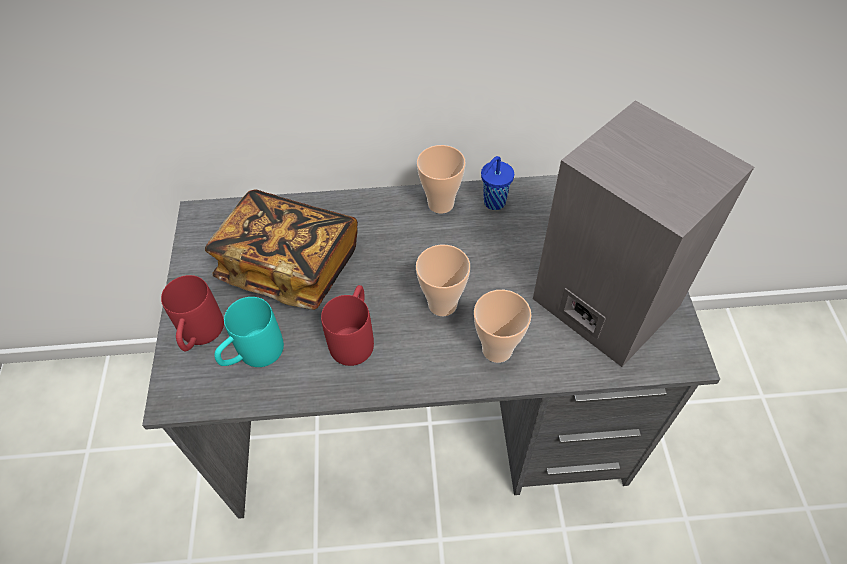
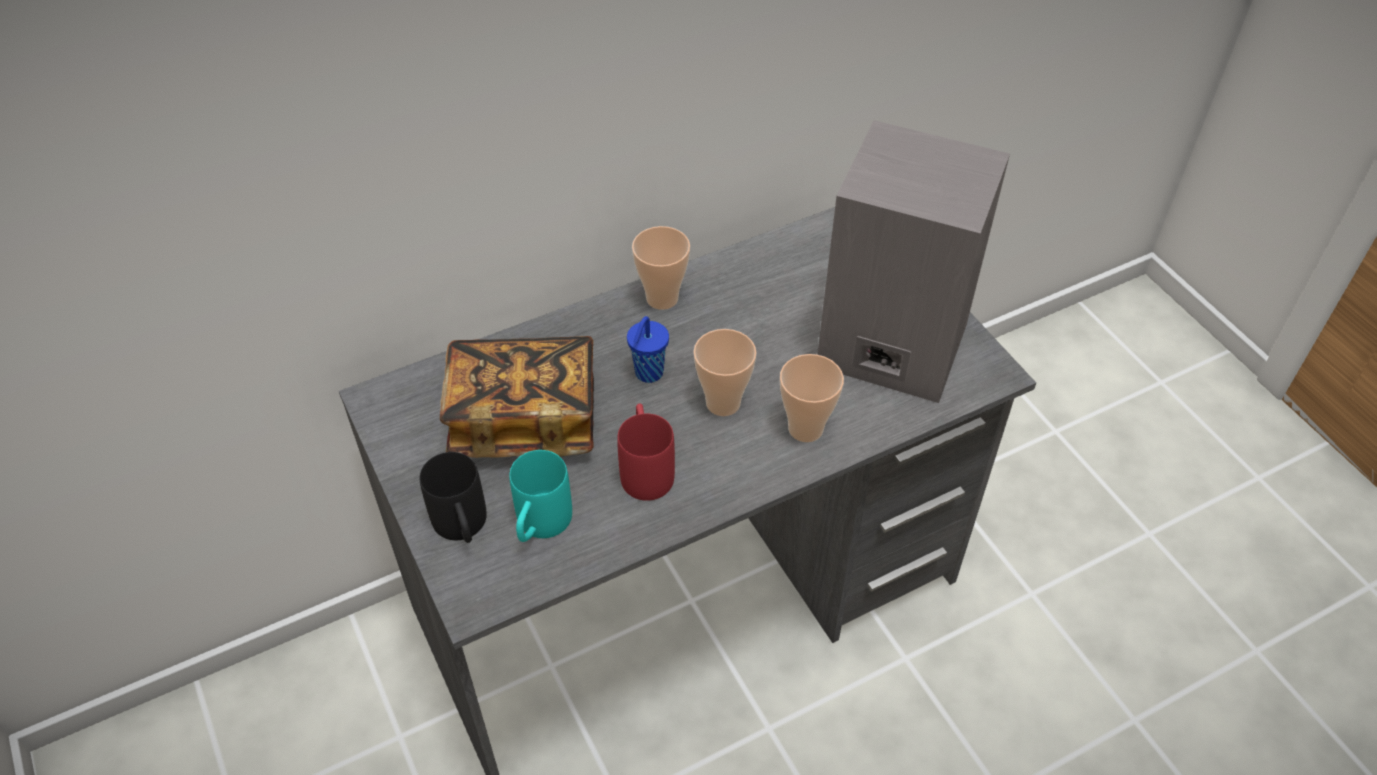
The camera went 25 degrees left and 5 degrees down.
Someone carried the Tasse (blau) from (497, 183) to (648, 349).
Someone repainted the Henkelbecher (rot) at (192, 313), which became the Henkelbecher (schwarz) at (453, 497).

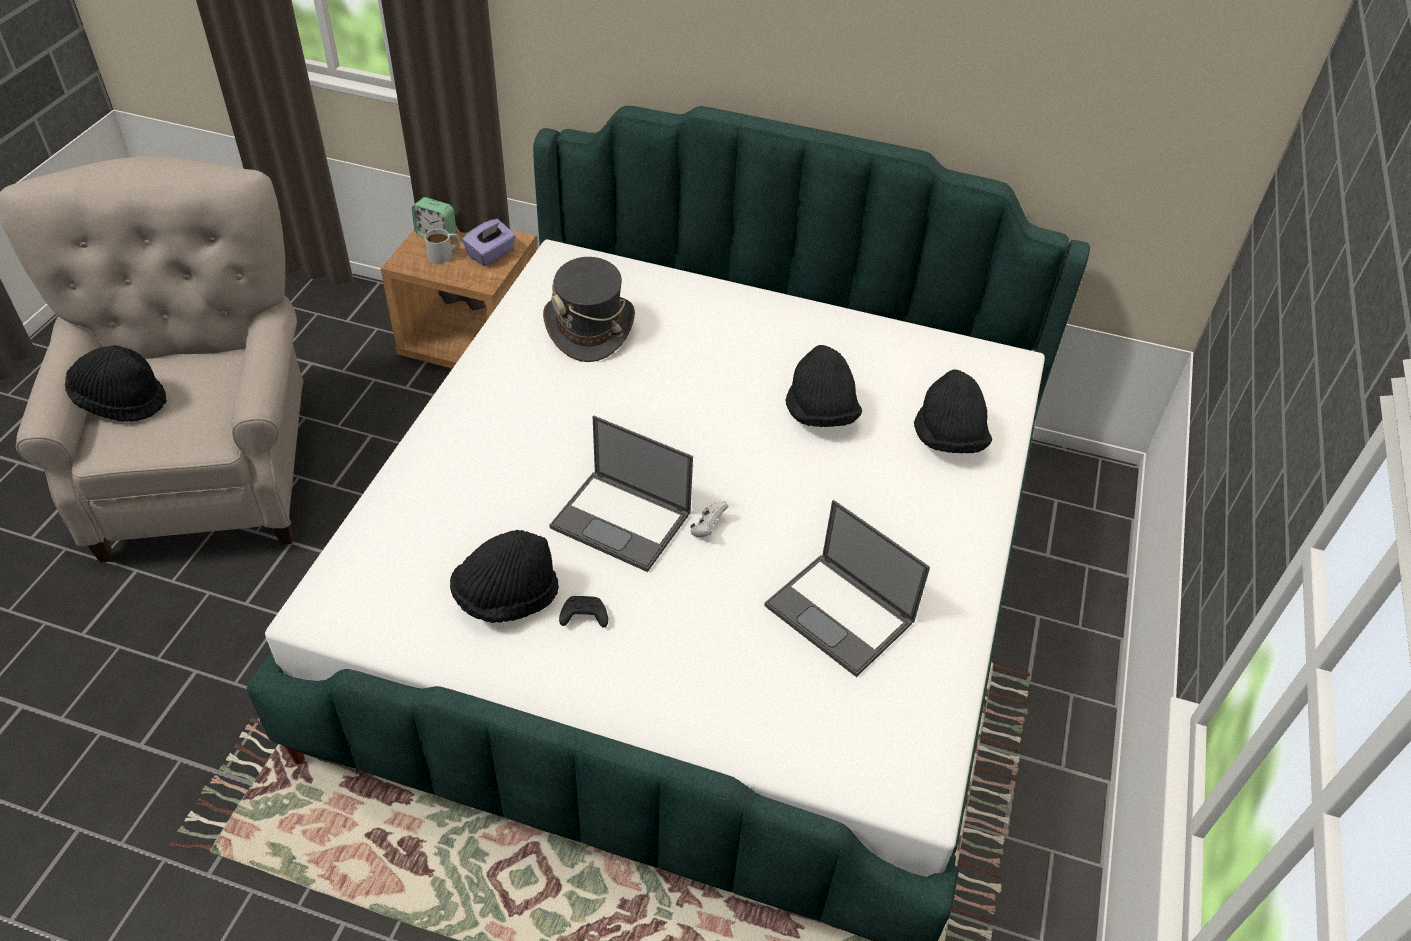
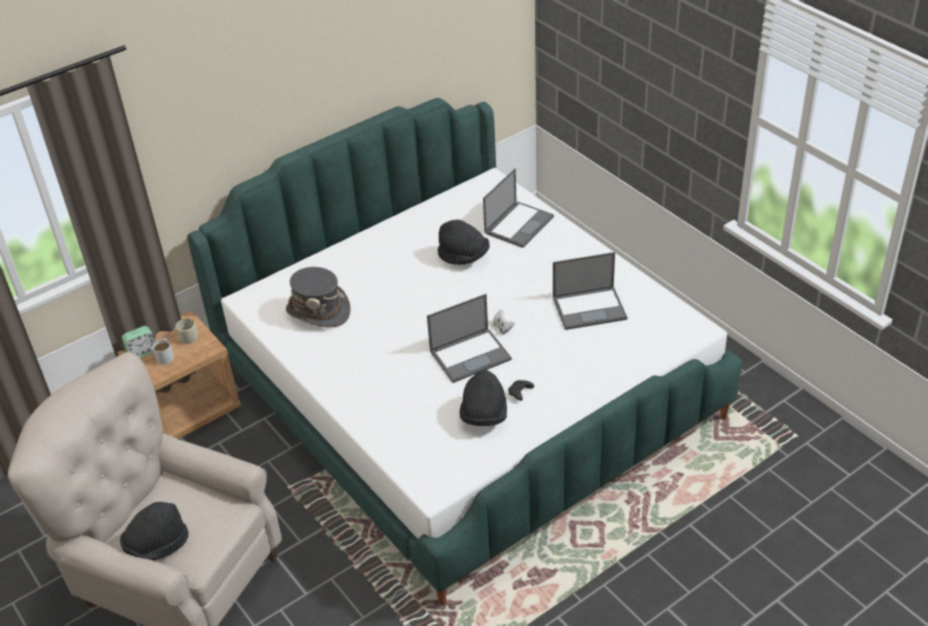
The camera went 50 degrees left and 5 degrees down.
Someone swapped the Taschentuchbox (lila) at (489, 242) for the Henkelbecher (beige) at (187, 331).
Someone swapped the Hut (schwarz) at (953, 411) for the Laptop at (518, 208).

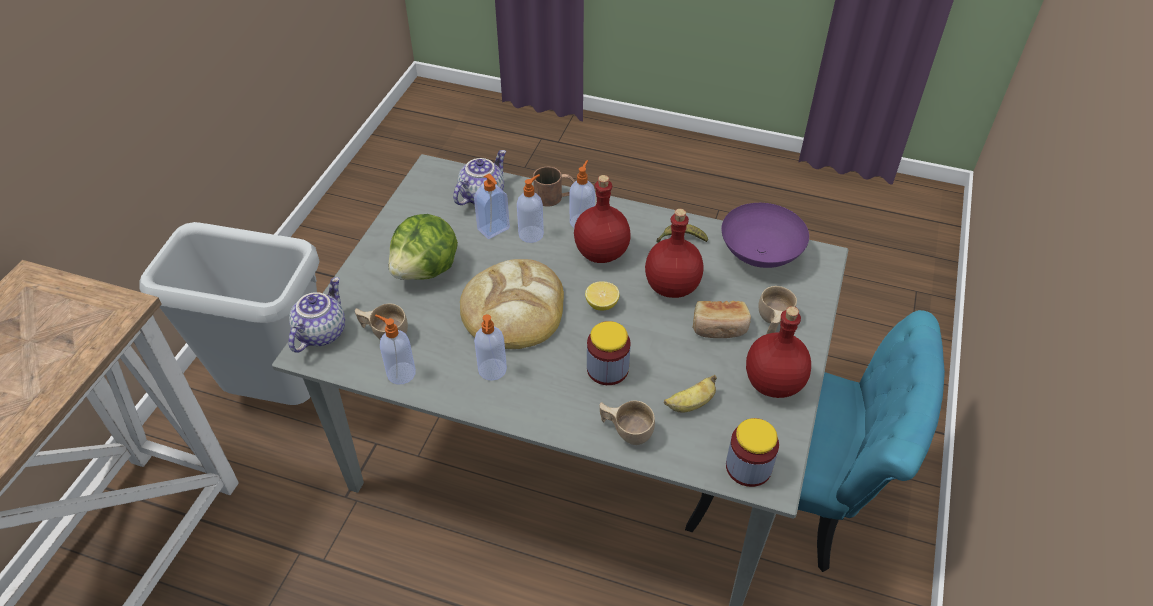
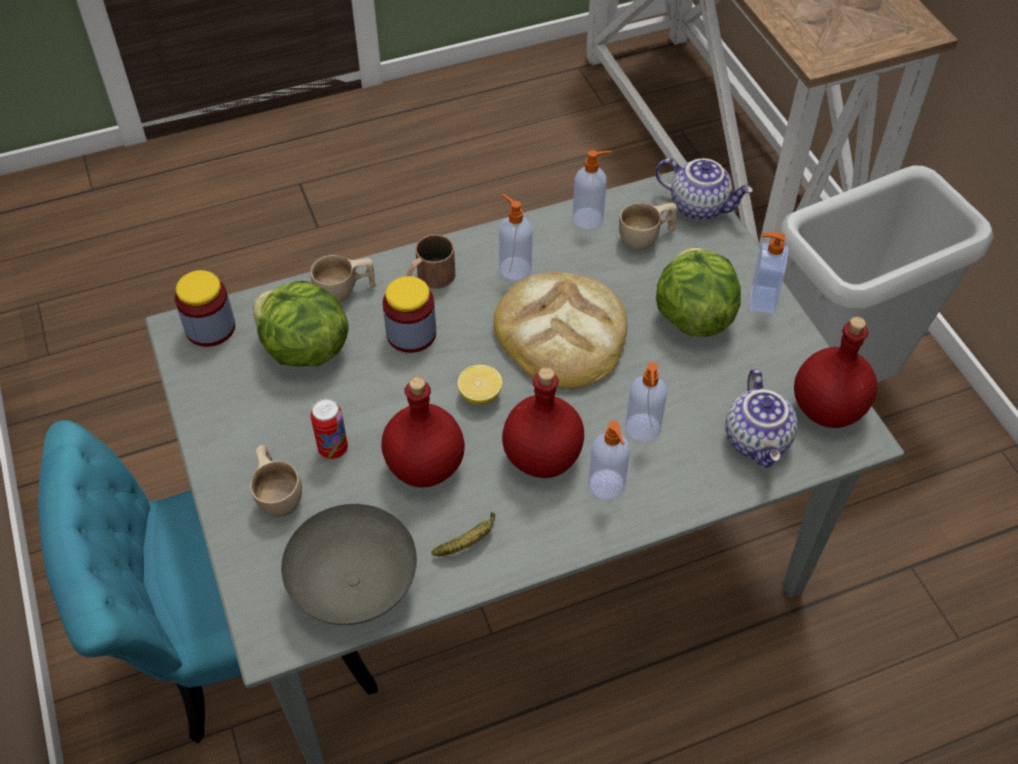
The camera went 140 degrees right and 5 degrees up.
Someone carried the Henkelbecher (braun) from (554, 187) to (430, 261).
Someone carried the Seifenspender from (492, 206) to (768, 273).
Someone repainted the Schüssel (lila) at (765, 235), which became the Schüssel (grau) at (349, 564).
Someone rotated the Teekanne at (317, 314) by 45 degrees counterclockwise.
Someone swapped the Brot at (722, 319) for the Dose at (329, 428).
Someone carried the Flasche (rot) from (778, 352) to (835, 372).
Someone swapped the Banane at (690, 394) for the Salatkopf at (300, 323).

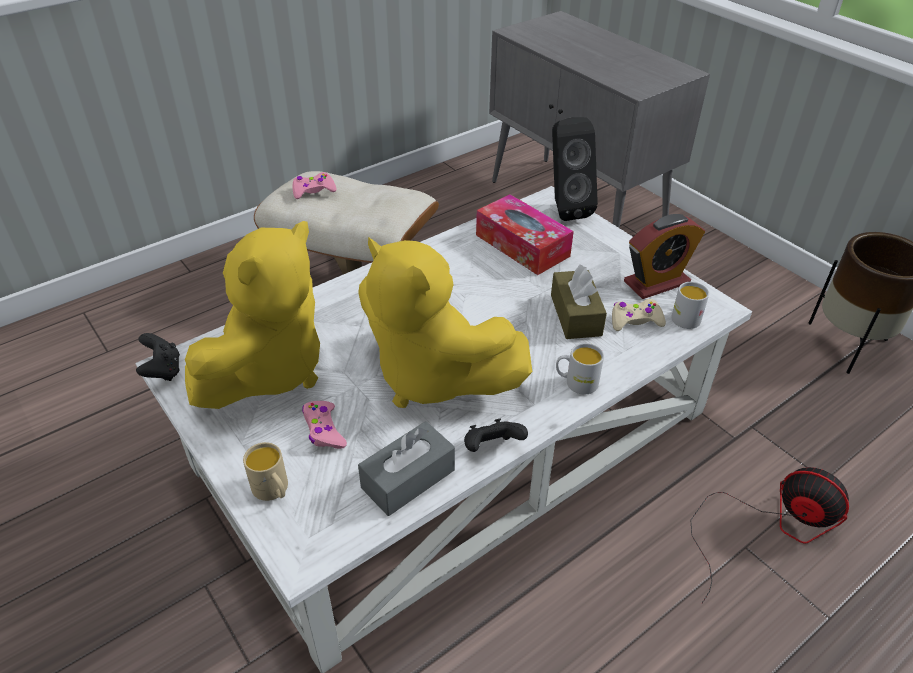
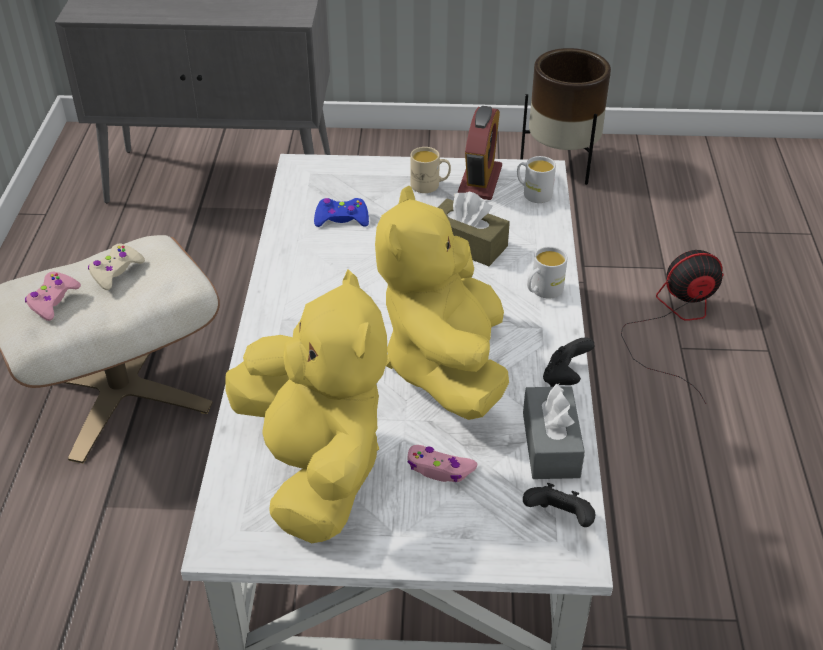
The camera went 50 degrees left and 0 degrees up.
Someone took away the Lautsprecher (schwarz) at (575, 169).
Someone swapped the Taschentuchbox at (525, 234) for the Gamepad (blau) at (341, 212).
Someone rotated the Plüschtier (gelb) at (445, 322) by 105 degrees clockwise.
Someone carried the Gamepad (beige) from (639, 315) to (116, 266).
Someone carried the Gamepad (schwarz) from (158, 357) to (559, 505).
Someone carried the Henkelbecher (beige) from (265, 471) to (430, 170).

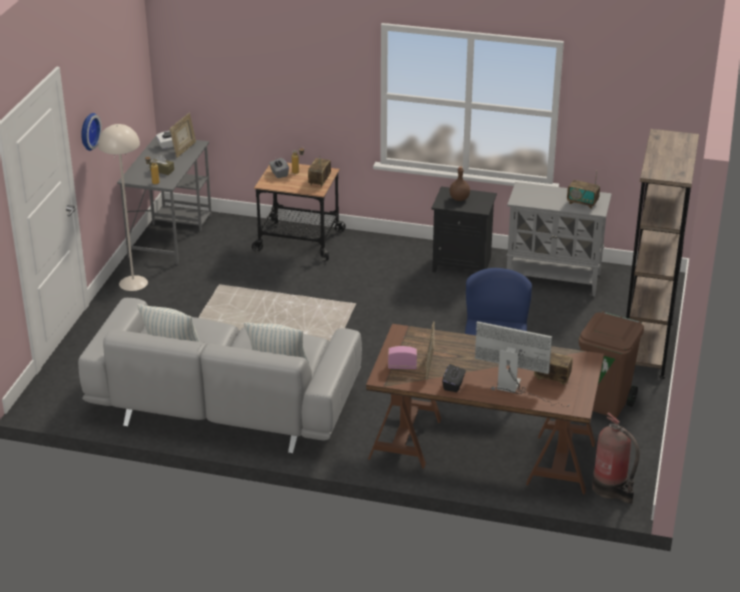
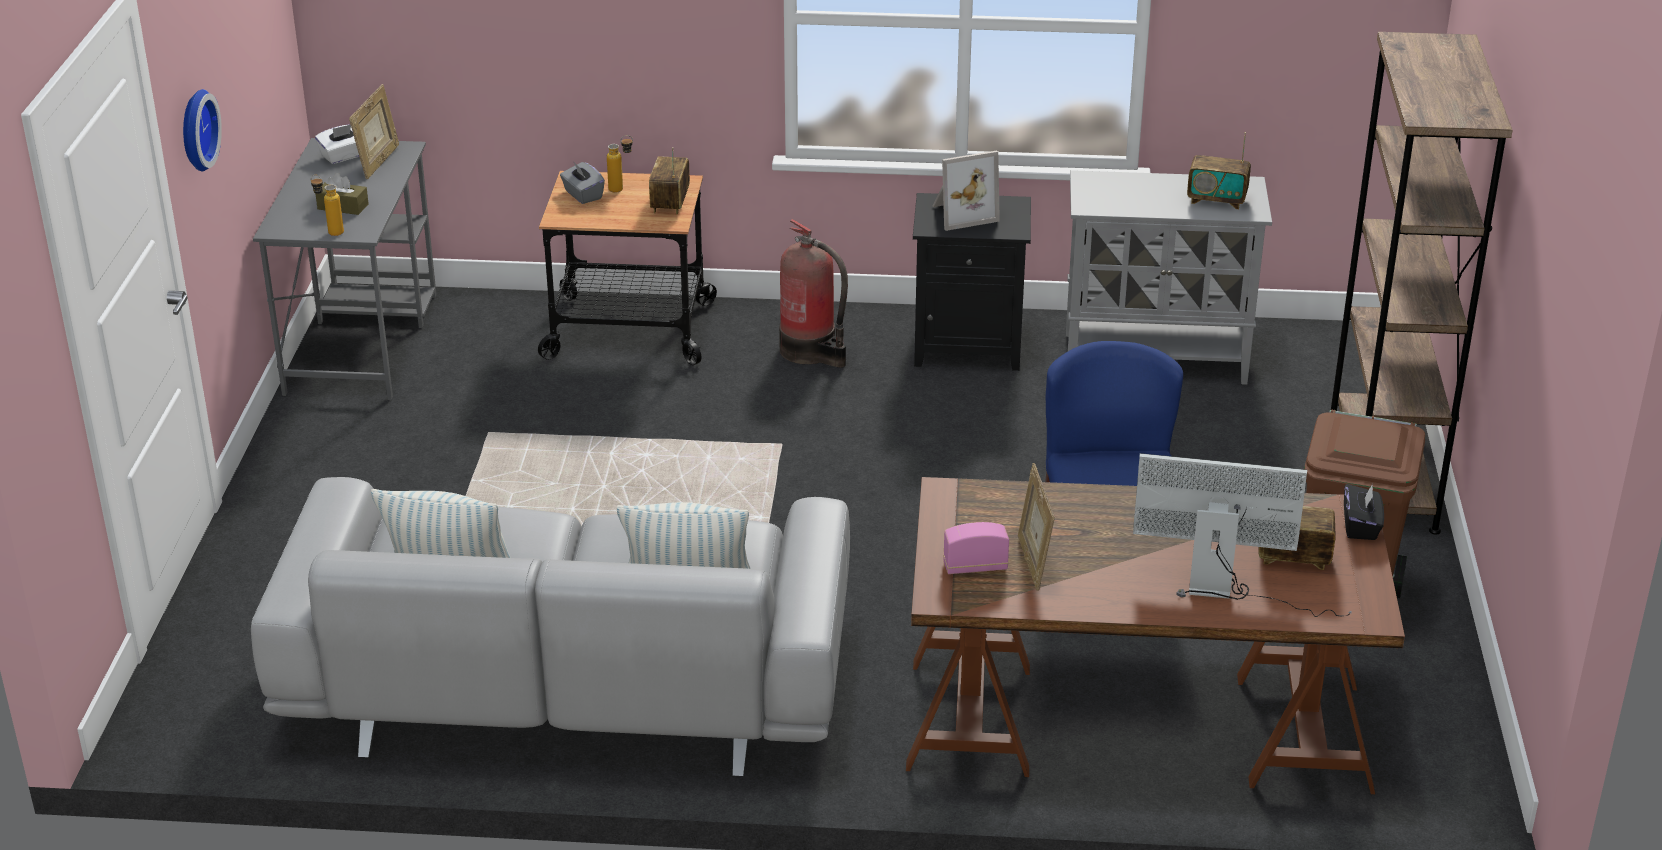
The camera went 10 degrees left and 0 degrees up.
Someone took away the Stehlampe (beige) at (123, 207).
Someone swapped the Flasche (braun) at (460, 183) for the Bilderrahmen at (966, 190).
Someone carried the Taschentuchbox (schwarz) from (454, 378) to (1364, 512).
Someone carried the Feuerlöscher from (616, 458) to (813, 293).

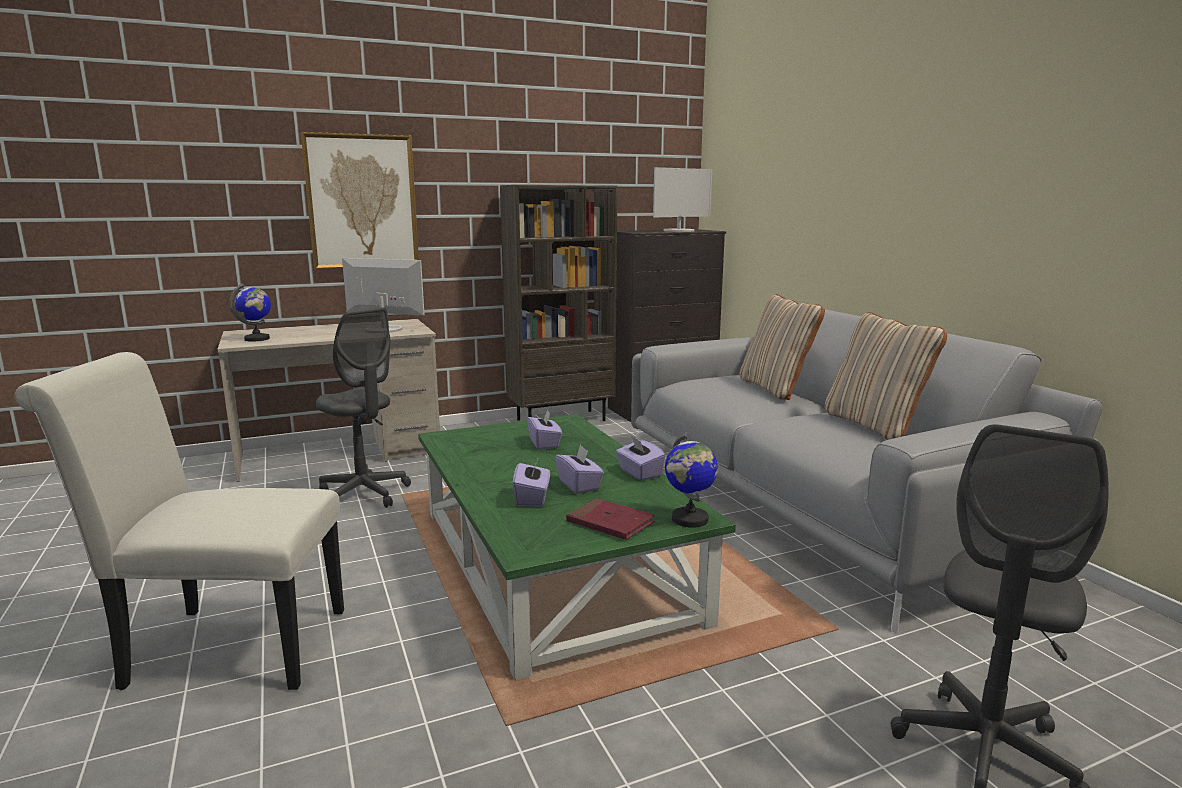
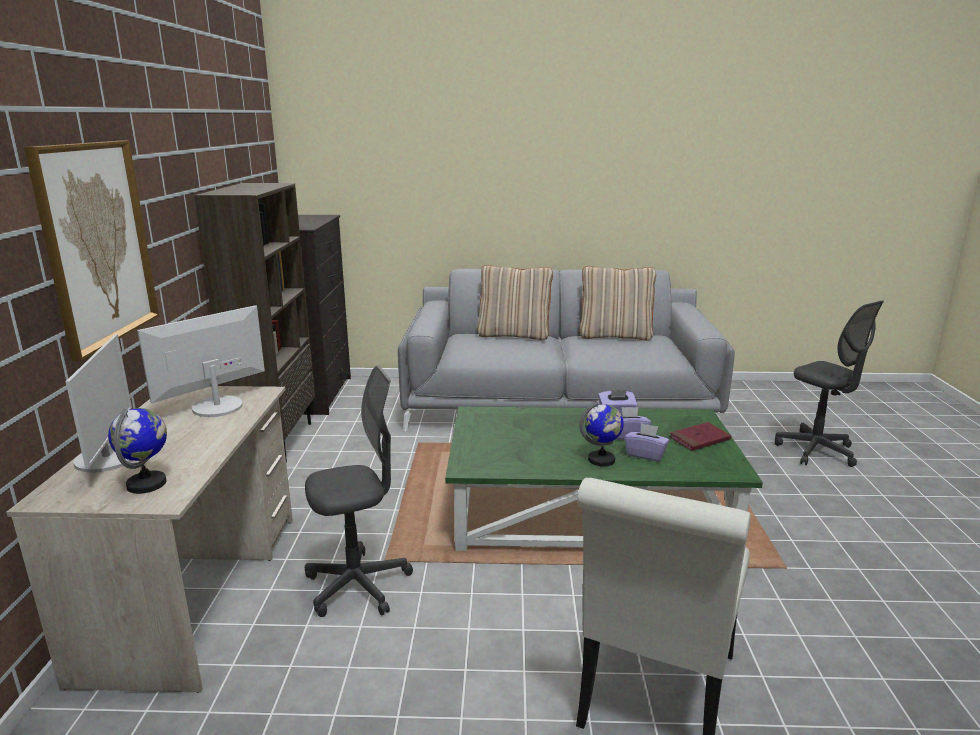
The camera went 65 degrees left and 5 degrees up.
Someone carried the Monitor from (682, 199) to (99, 403).
Someone took away the Taschentuchbox (lila) at (544, 429).
Someone carried the Globus from (691, 480) to (601, 433).

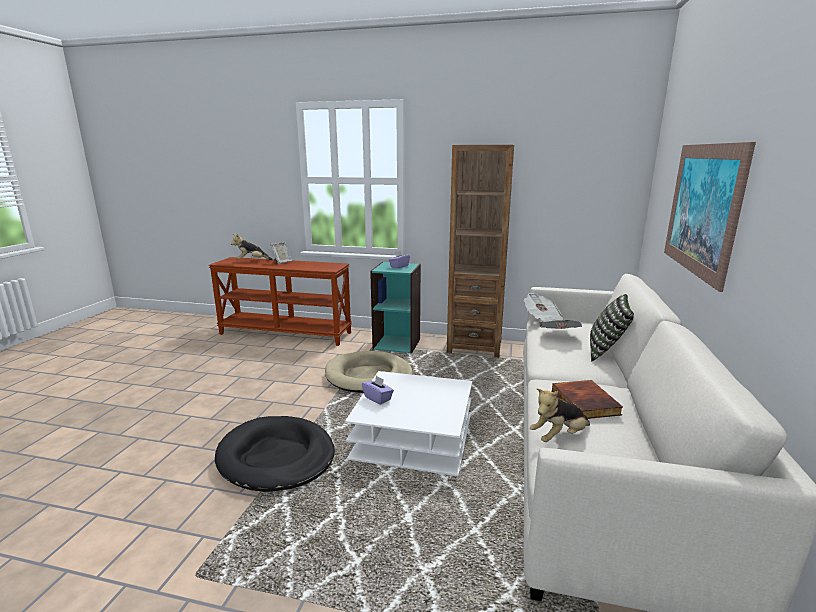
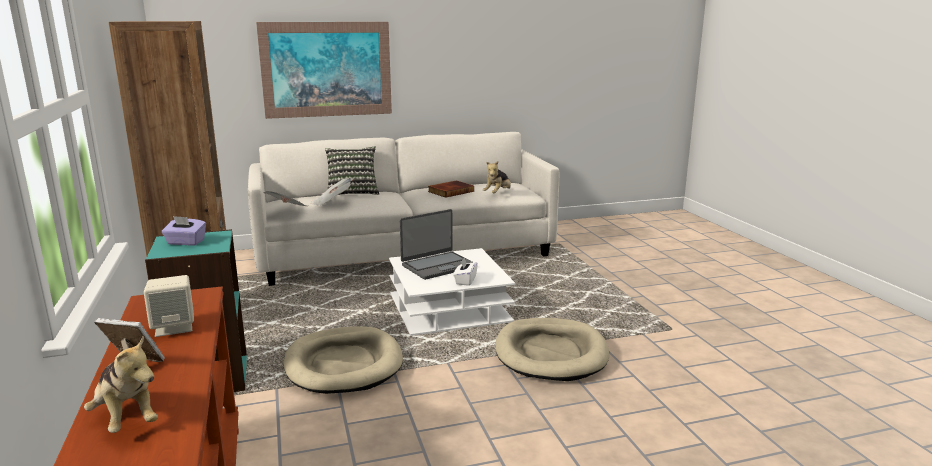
The camera went 120 degrees left and 0 degrees up.
Someone repainted the Taschentuchbox (lila) at (378, 390), which became the Taschentuchbox (weiß) at (465, 271).
Someone rotated the Plüschtier at (560, 415) by 90 degrees clockwise.
Someone repainted the Hundebett (schwarz) at (275, 454), which became the Hundebett (beige) at (552, 349).
Someone put down the Laptop at (436, 244).
Someone put down the Lautsprecher (beige) at (169, 306).

